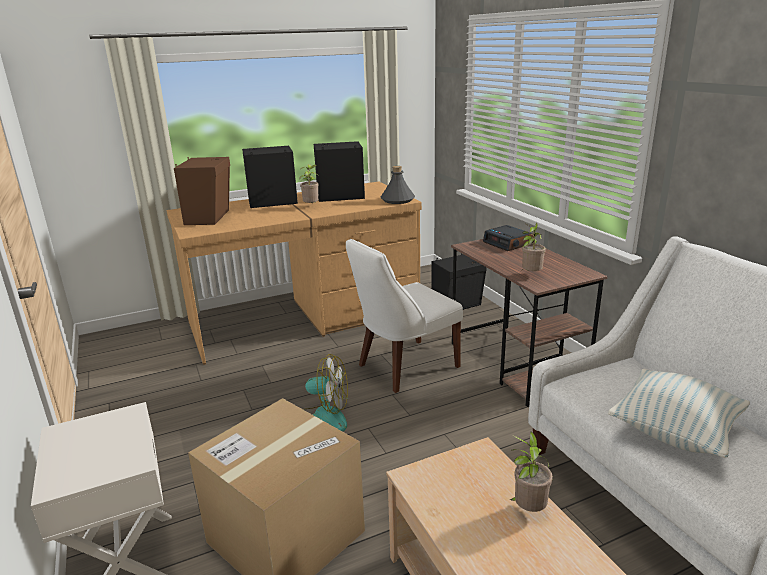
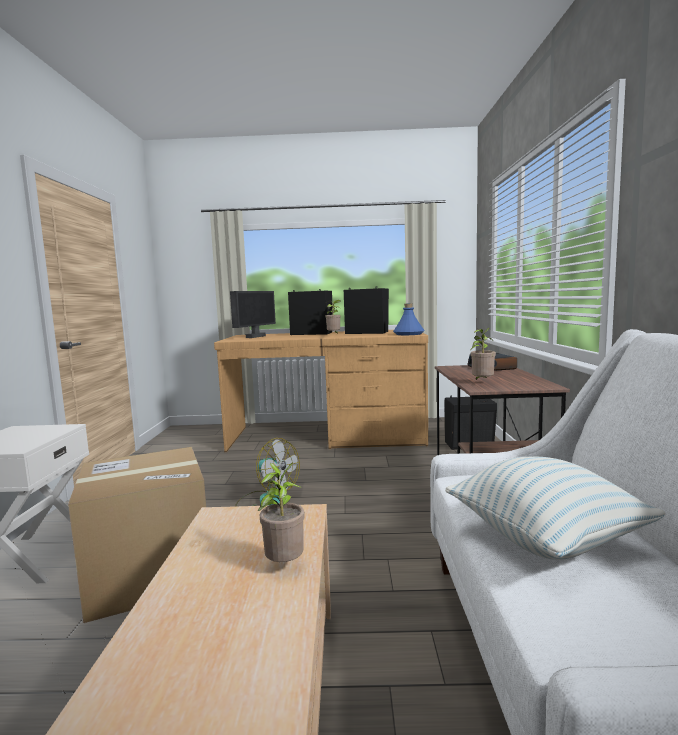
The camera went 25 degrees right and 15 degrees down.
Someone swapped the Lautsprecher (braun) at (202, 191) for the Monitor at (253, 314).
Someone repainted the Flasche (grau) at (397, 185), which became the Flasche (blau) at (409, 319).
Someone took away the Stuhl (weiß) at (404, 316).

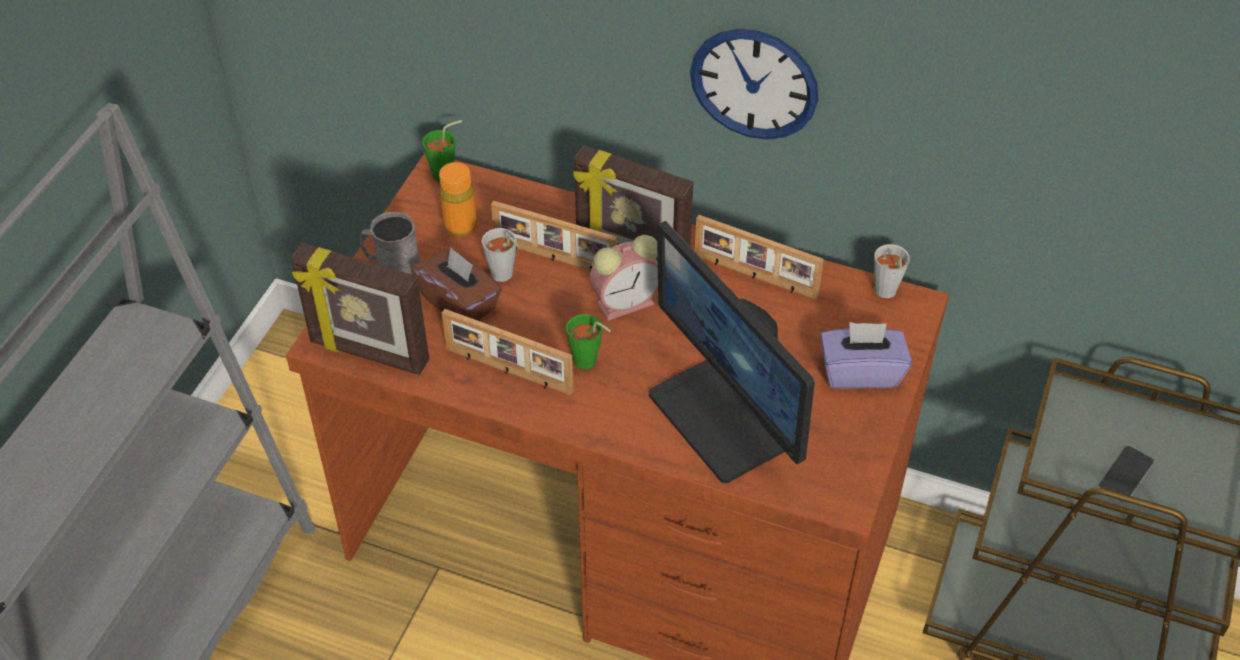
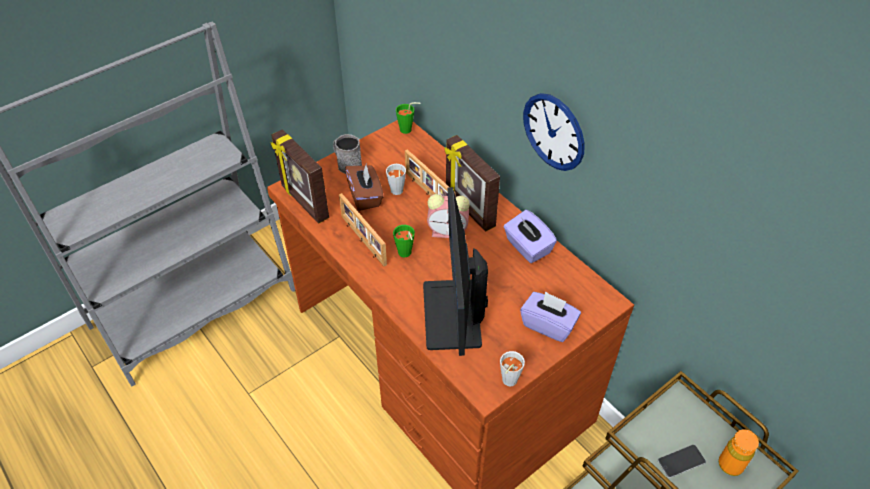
The camera went 30 degrees right and 0 degrees up.
Someone carried the Flasche (orange) from (458, 199) to (738, 452).
Someone swapped the Bilderrahmen at (759, 257) for the Taschentuchbox (lila) at (530, 236).
Someone carried the Tasse (grau) from (892, 271) to (512, 369).

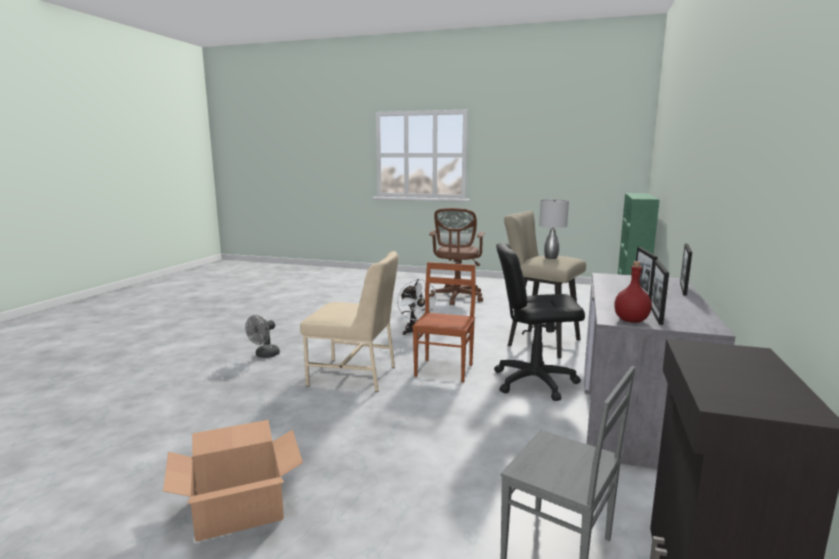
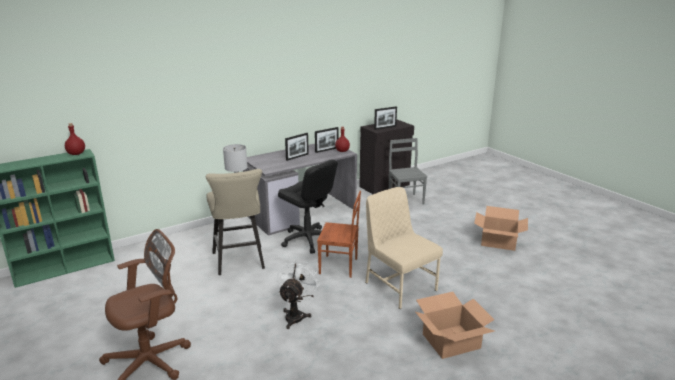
The camera went 140 degrees left and 10 degrees up.
Someone carried the Bilderrahmen from (686, 270) to (385, 118).
Someone rotated the Stuhl (braun) at (444, 322) by 135 degrees counterclockwise.
Someone swapped the Ventilator (grau) at (262, 336) for the Karton at (455, 325).
Someone put down the Flasche (rot) at (75, 139).

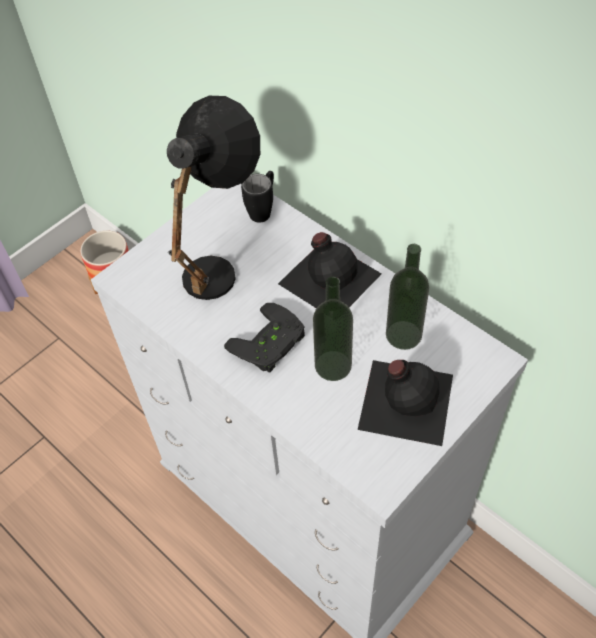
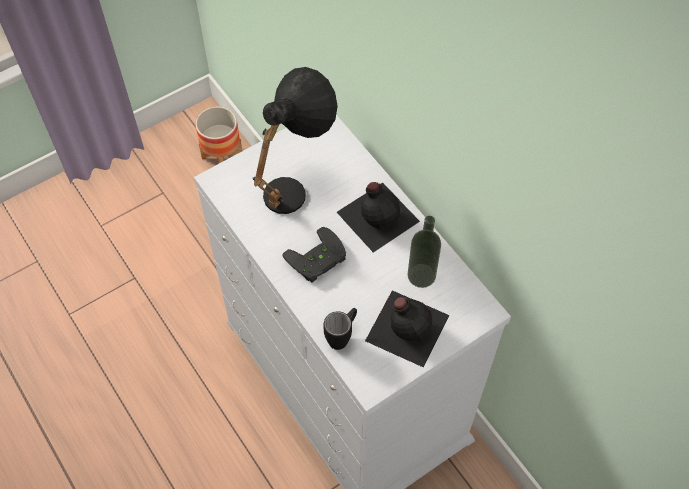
The camera went 10 degrees right and 5 degrees up.
Someone carried the Henkelbecher (schwarz) from (257, 197) to (340, 329).
Someone took away the Flasche at (333, 328).

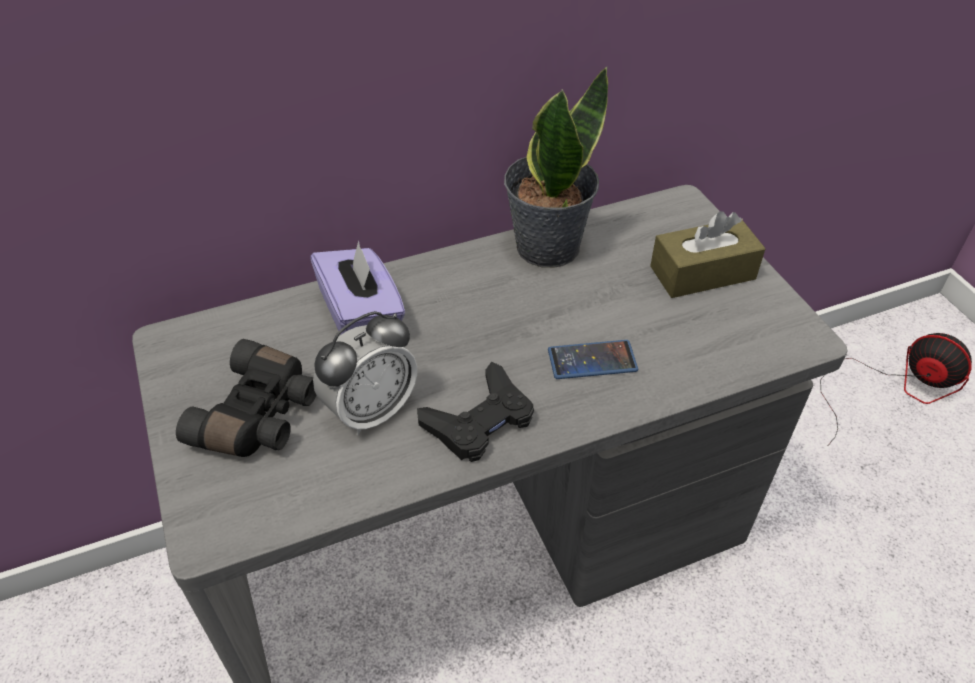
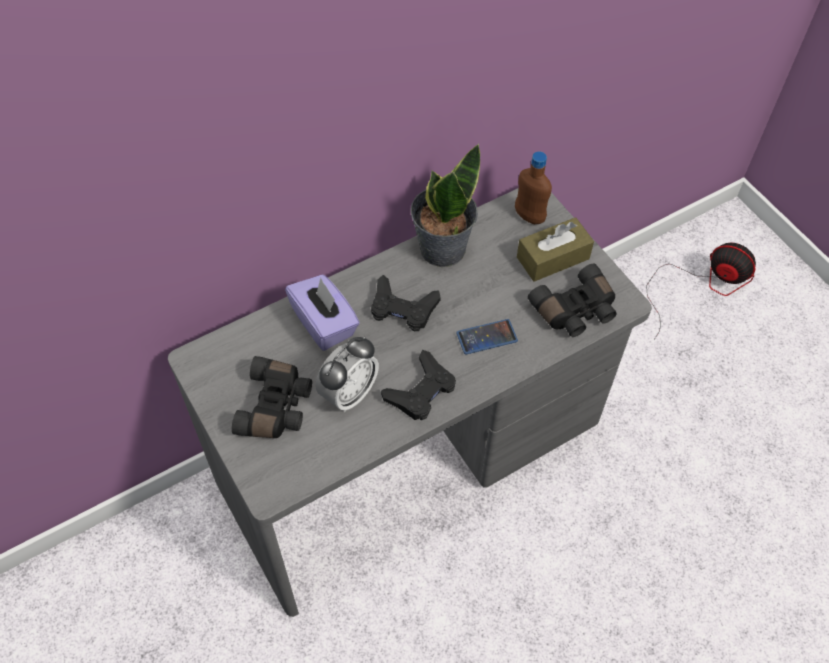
The camera went 10 degrees left and 10 degrees up.
Someone put down the Flasche (braun) at (533, 188).
Someone put down the Fernglas (schwarz) at (572, 300).
Someone put down the Gamepad (schwarz) at (406, 303).

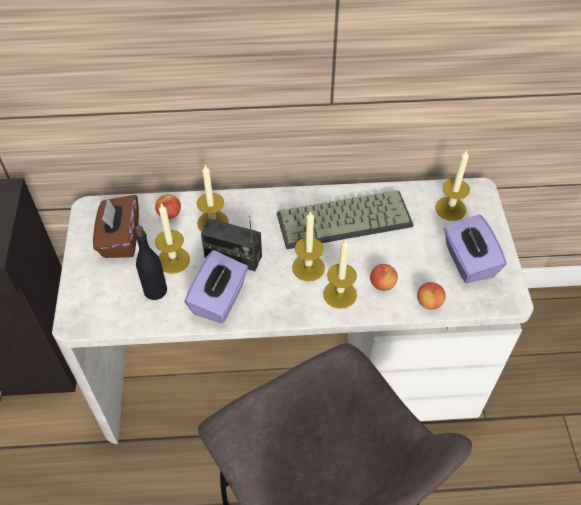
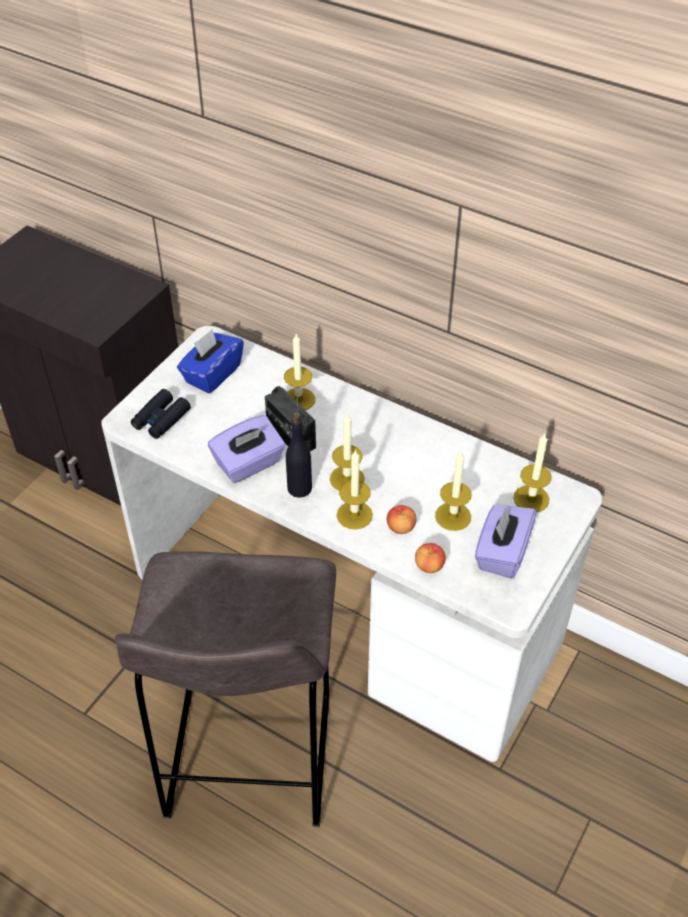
The camera went 35 degrees right and 5 degrees down.
Someone took away the Tastatur at (345, 220).
Someone repainted the Taschentuchbox (braun) at (116, 226), which became the Taschentuchbox (blau) at (210, 361).
Someone took away the Apfel at (168, 206).
Someone carried the Kerze from (172, 238) to (453, 491).
Someone carried the Flasche (schwarz) from (151, 262) to (299, 455).
Someone put down the Fernglas (schwarz) at (161, 414).

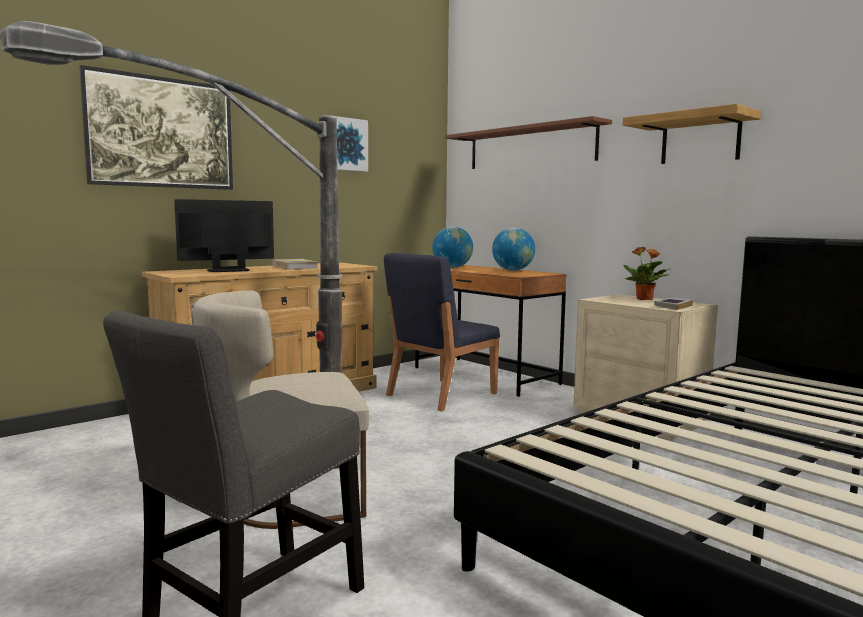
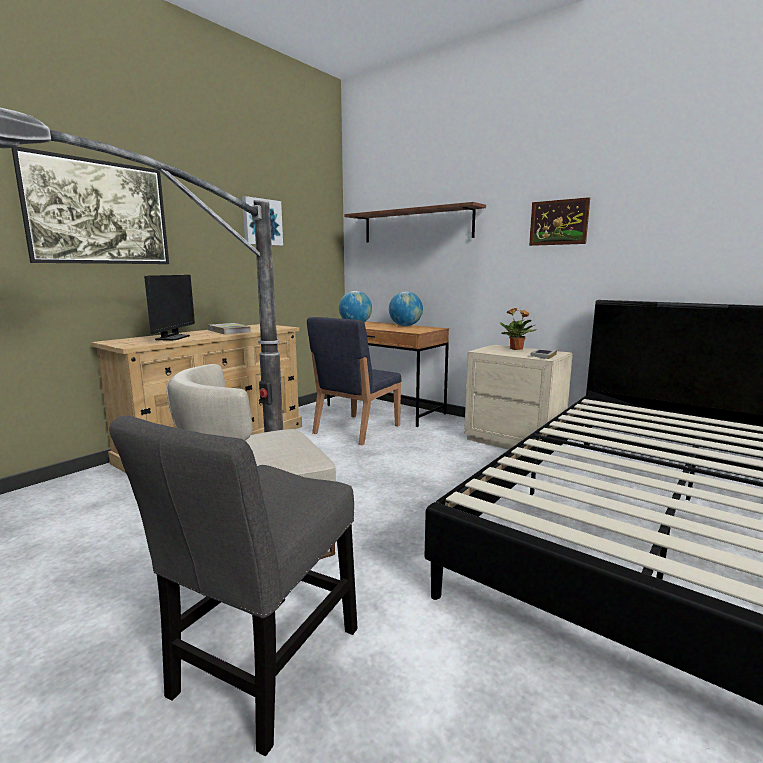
The camera went 10 degrees left and 5 degrees up.
Someone swapped the Wandregal at (692, 134) for the Bild at (559, 221).
Someone rotated the Monitor at (224, 235) by 135 degrees clockwise.

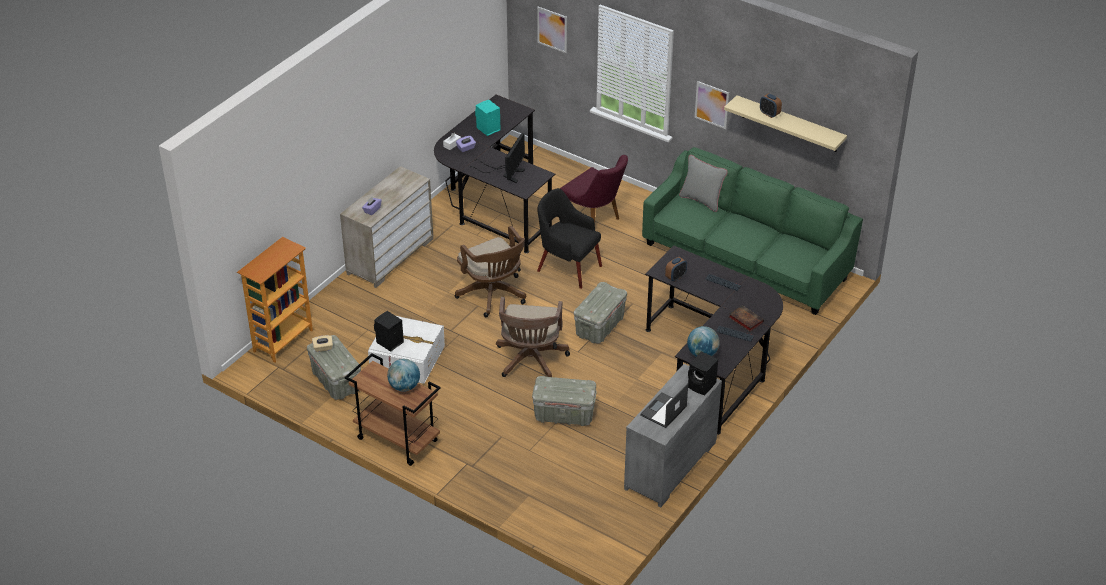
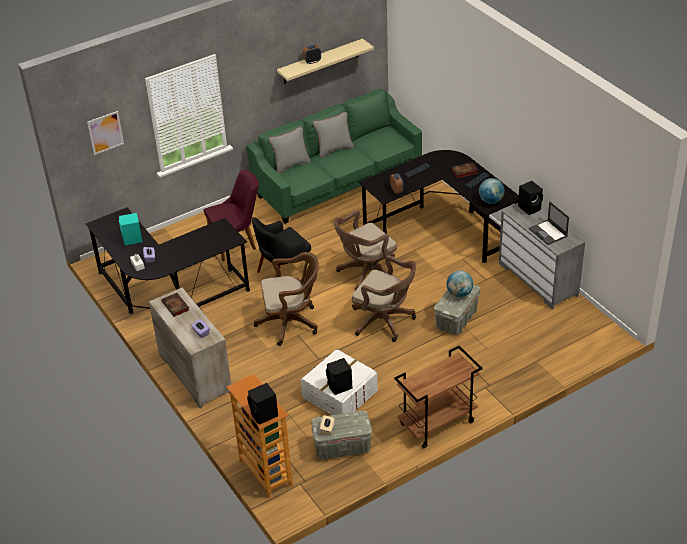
The camera went 65 degrees left and 0 degrees up.
Someone took away the Bild at (712, 105).
Someone took away the Monitor at (497, 158).
Someone swapped the Aufbewahrungsbox (grau) at (600, 313) for the Bürostuhl (braun) at (365, 250).
Someone carried the Globus from (403, 375) to (460, 283).
Someone put down the Kissen (grau) at (333, 134).
Someone put down the Buch at (175, 305).
Someone put down the Lautsprecher (schwarz) at (262, 404).

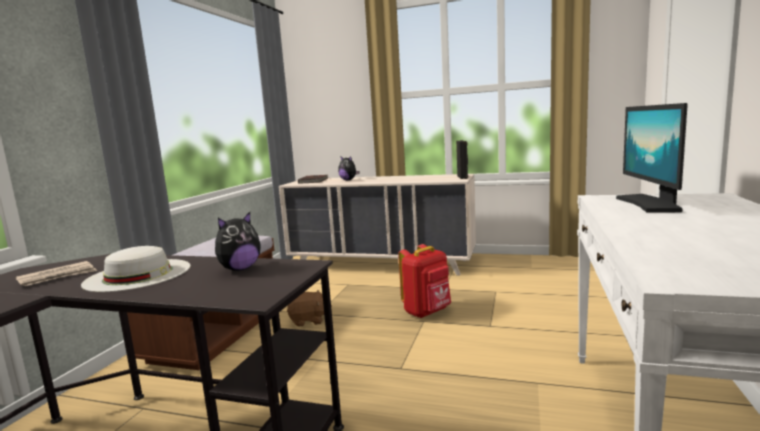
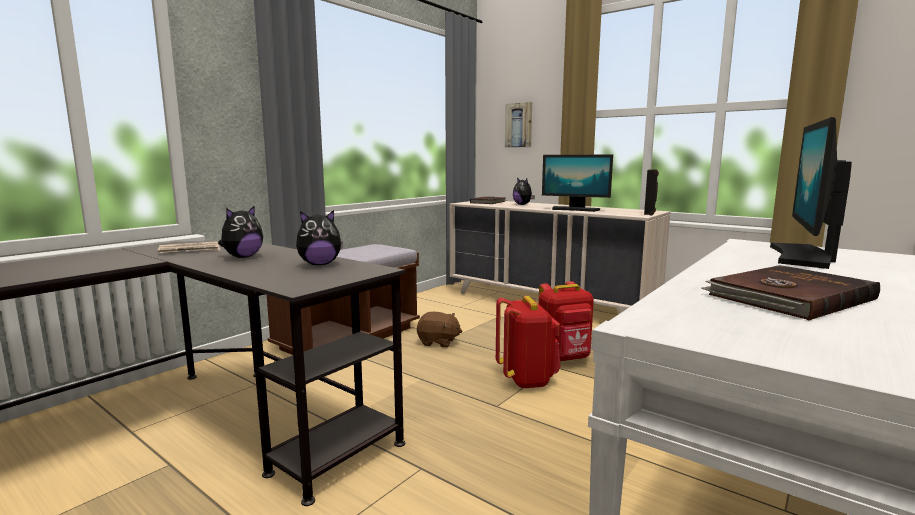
The camera went 20 degrees right and 0 degrees up.
Someone swapped the Hut (weiß) at (135, 269) for the Plüschtier at (240, 231).
Someone put up the Bild at (518, 125).
Someone put down the Monitor at (577, 183).
Someone put down the Buch (braun) at (790, 292).
Someone put down the Rucksack (rot) at (528, 342).

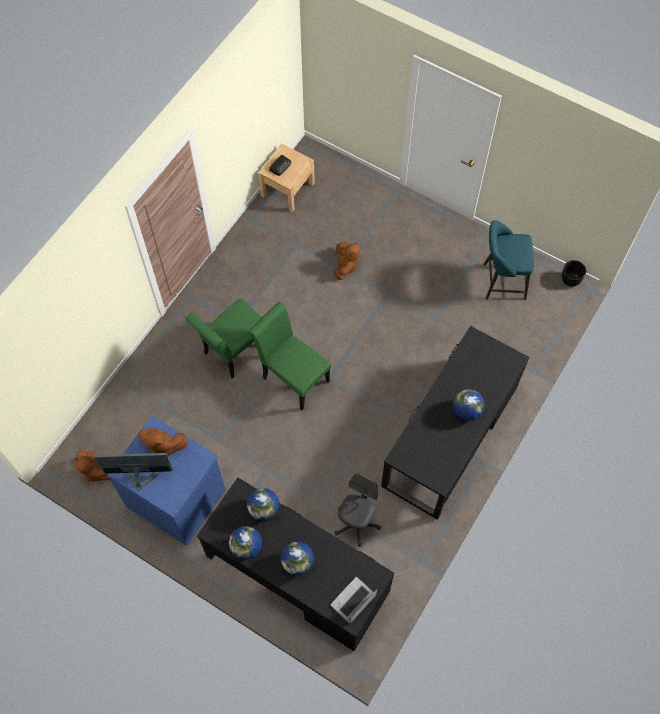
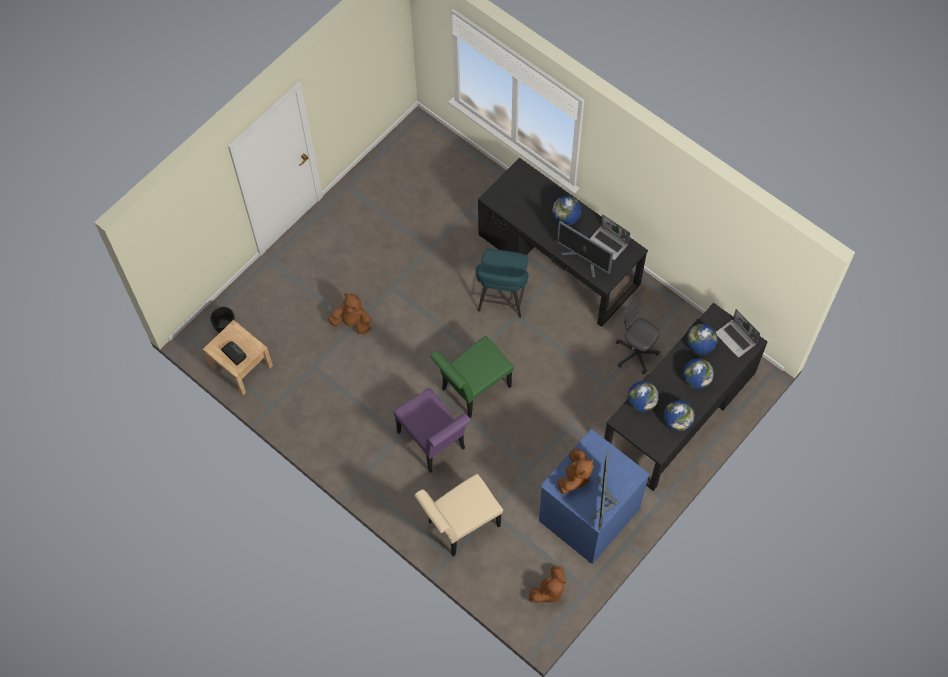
The camera went 80 degrees left and 0 degrees up.
Someone carried the Hocker (türkis) from (509, 260) to (502, 283).
Someone carried the Pflanzkübel (schwarz) from (574, 273) to (222, 320).
Someone repainted the Stuhl (grün) at (223, 338), which became the Stuhl (lila) at (432, 430).
Someone put down the Laptop at (609, 237).
Someone put down the Monitor at (585, 249).
Someone put down the Globus at (702, 339).
Someone put down the Stuhl (beige) at (458, 515).

